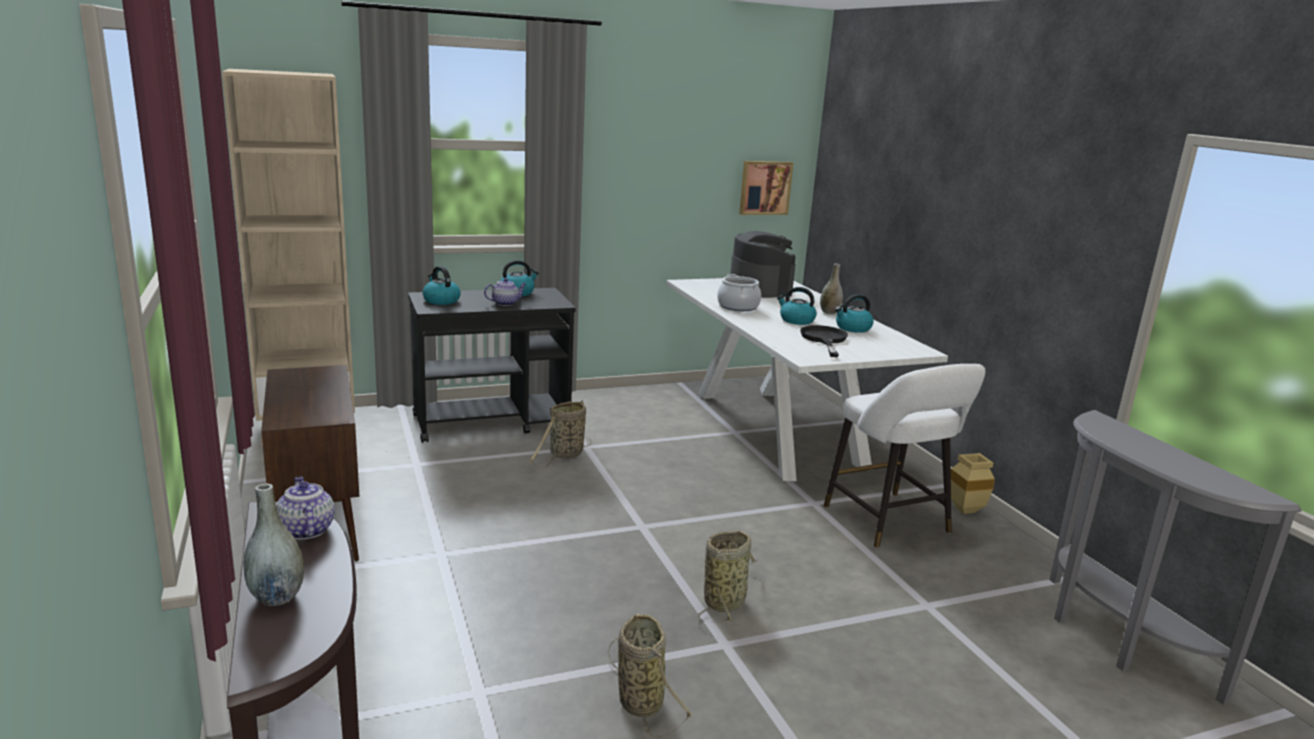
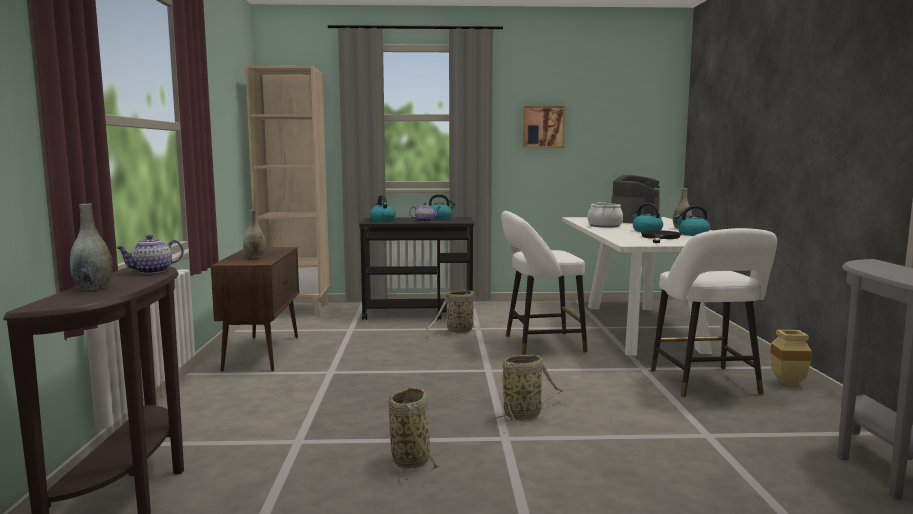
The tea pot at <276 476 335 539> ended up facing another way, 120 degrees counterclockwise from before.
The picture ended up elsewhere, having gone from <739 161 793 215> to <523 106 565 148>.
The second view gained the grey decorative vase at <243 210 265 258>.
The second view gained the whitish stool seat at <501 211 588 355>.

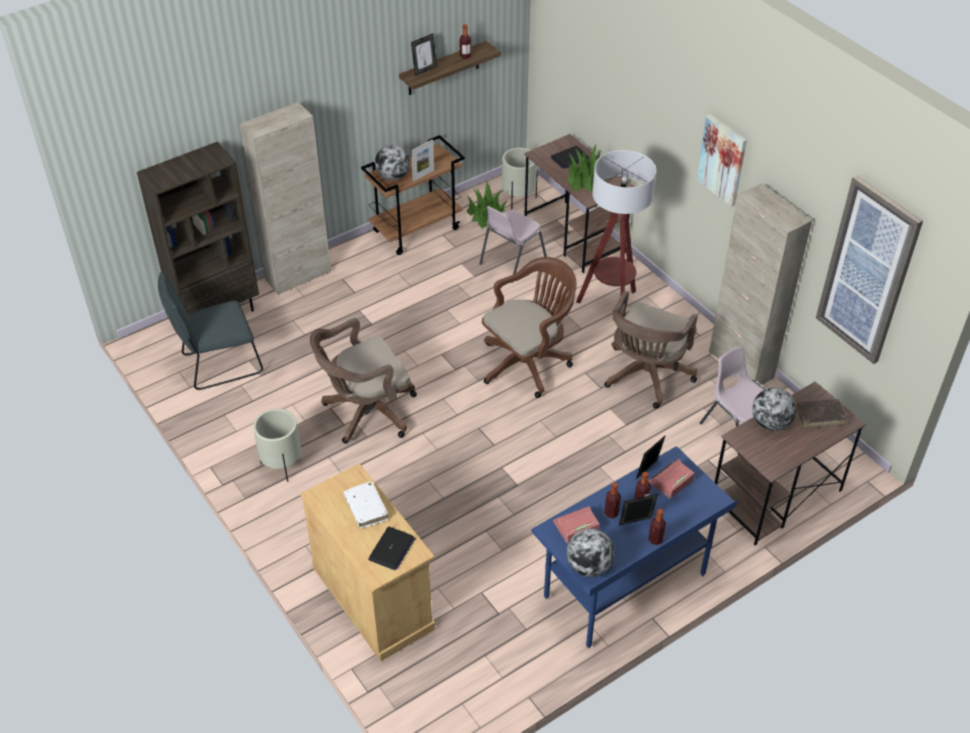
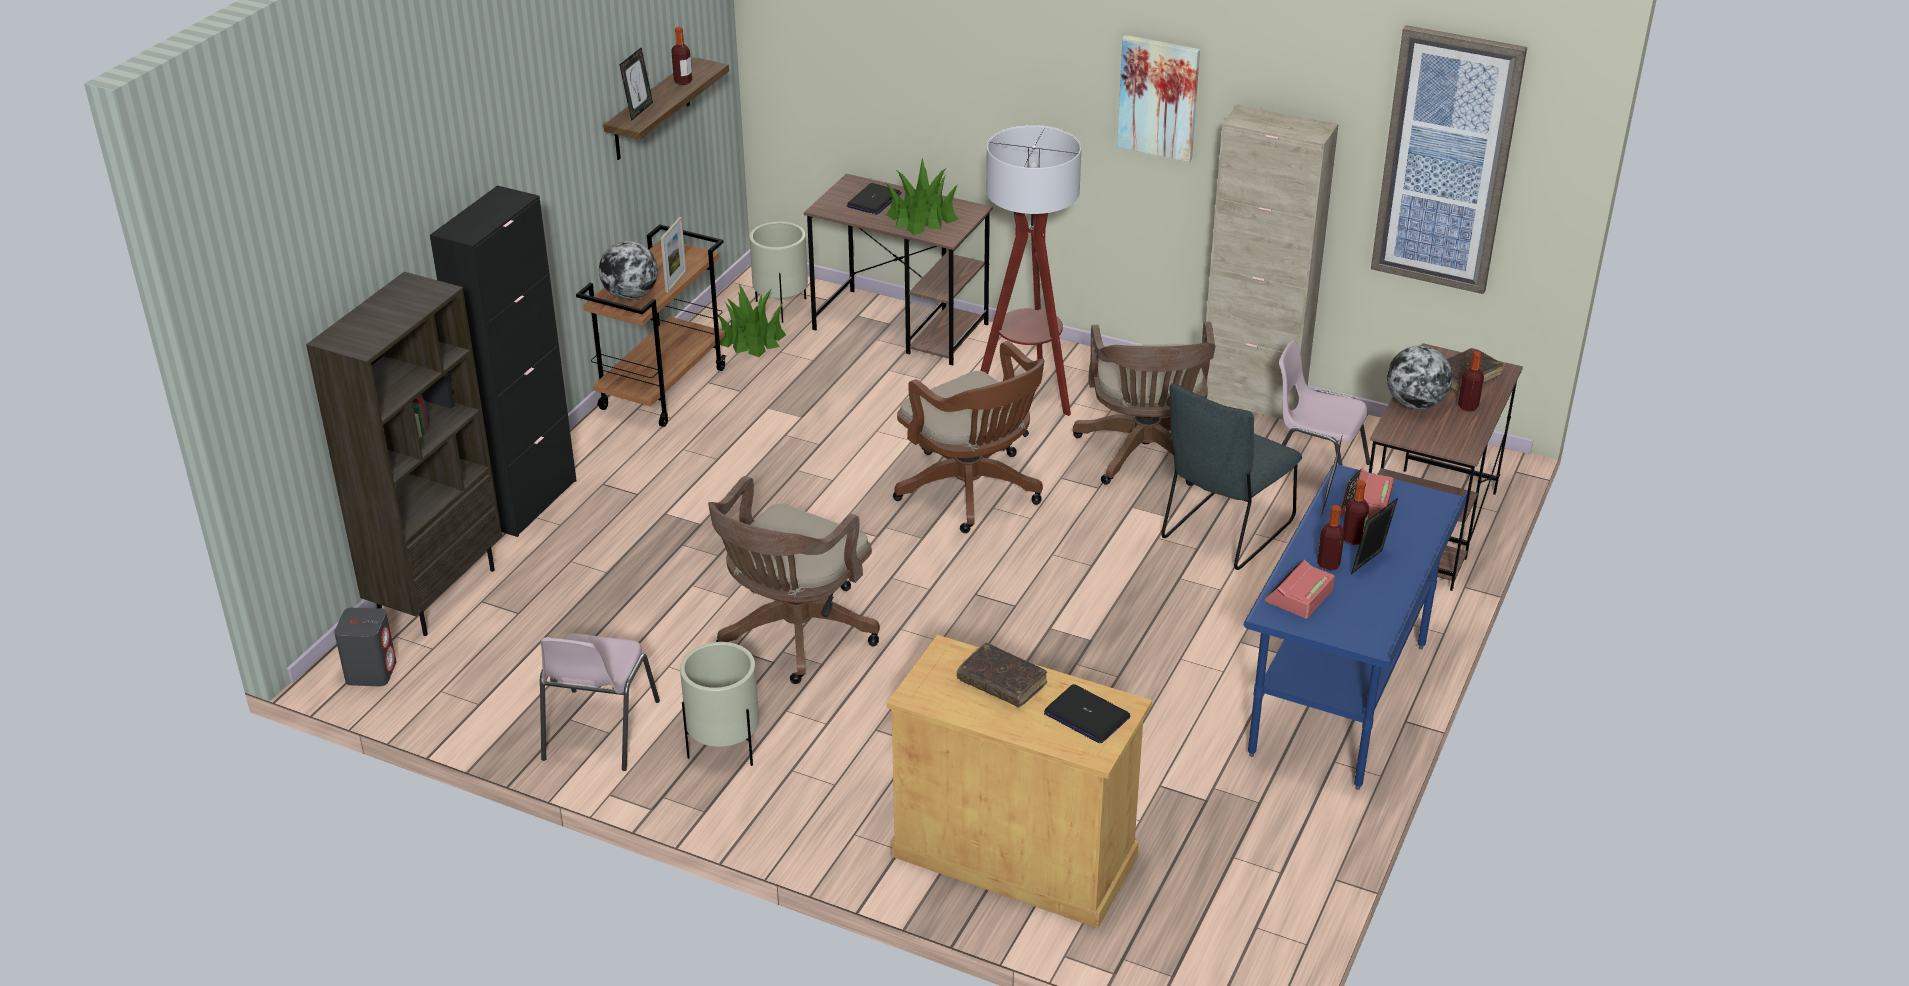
The grey upright chair ended up elsewhere, having gone from <158 272 263 390> to <1161 383 1302 570>.
What was the beige cabinet at <239 102 331 295> turned into the black cabinet at <430 185 577 537>.
What was the whitish bound book at <344 481 389 528> turned into the brown-coloured bound book at <957 643 1047 707>.
The portable computer at <368 527 415 570> ended up facing another way, 135 degrees clockwise from before.
The pinkish upright chair ended up elsewhere, having gone from <479 206 547 283> to <540 633 660 771>.
The brown-coloured desk chair at <482 257 577 398> ended up facing another way, 120 degrees clockwise from before.
The second view lost the desk globe at <567 528 615 577>.
The bottle ended up elsewhere, having gone from <648 509 666 545> to <1458 351 1484 412>.
The second view gained the grey speaker at <334 608 396 686>.

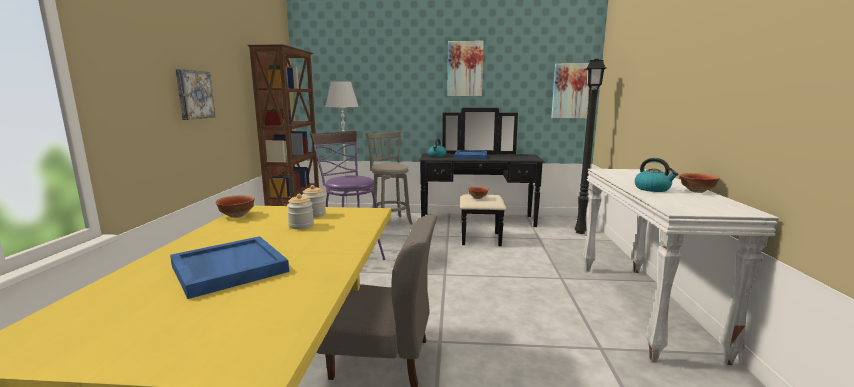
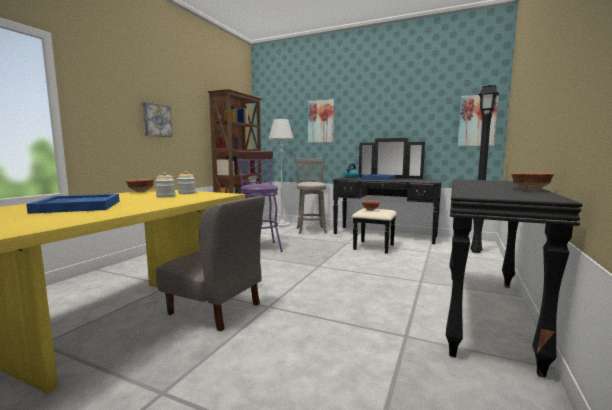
The picture ended up elsewhere, having gone from <447 41 484 96> to <308 99 334 143>.
What was the whitish hall table at <583 169 779 365> turned into the black hall table at <446 179 582 378>.
The second view lost the water kettle at <635 158 679 192>.

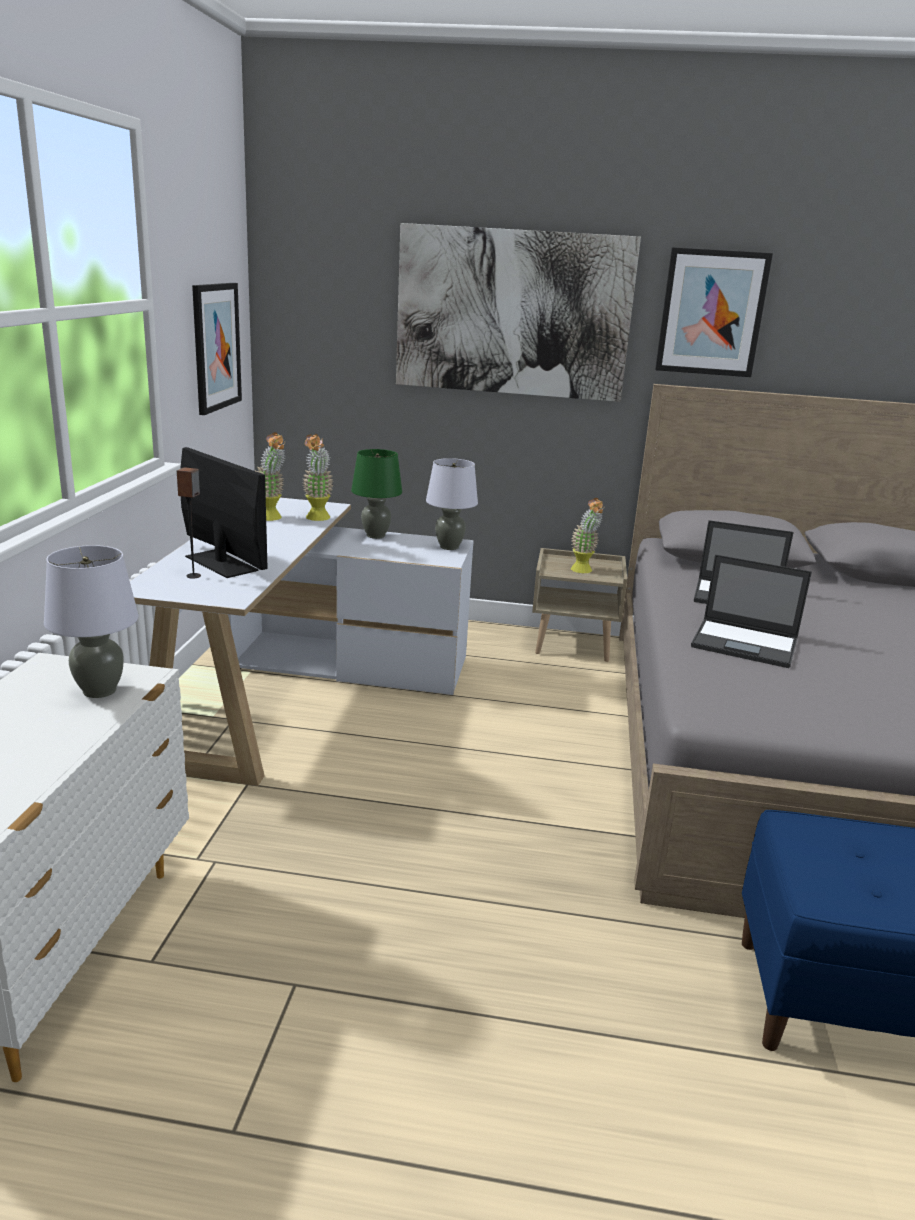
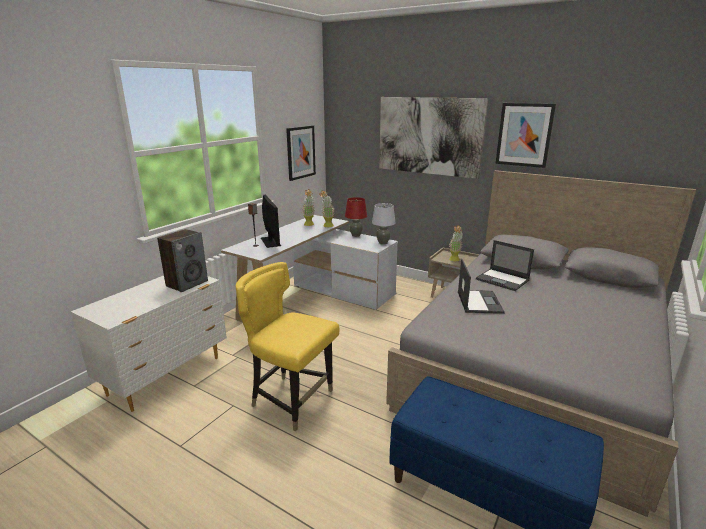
Where the grey lamp for a table stood at <44 545 139 698>, the speaker came to stand at <157 229 208 292>.
What was the greenish lamp for a table at <351 449 402 539> turned into the red-coloured lamp for a table at <345 197 367 237>.
The portable computer at <691 554 812 668> ended up facing another way, 135 degrees counterclockwise from before.
The second view gained the yellow upright chair at <235 262 340 431>.

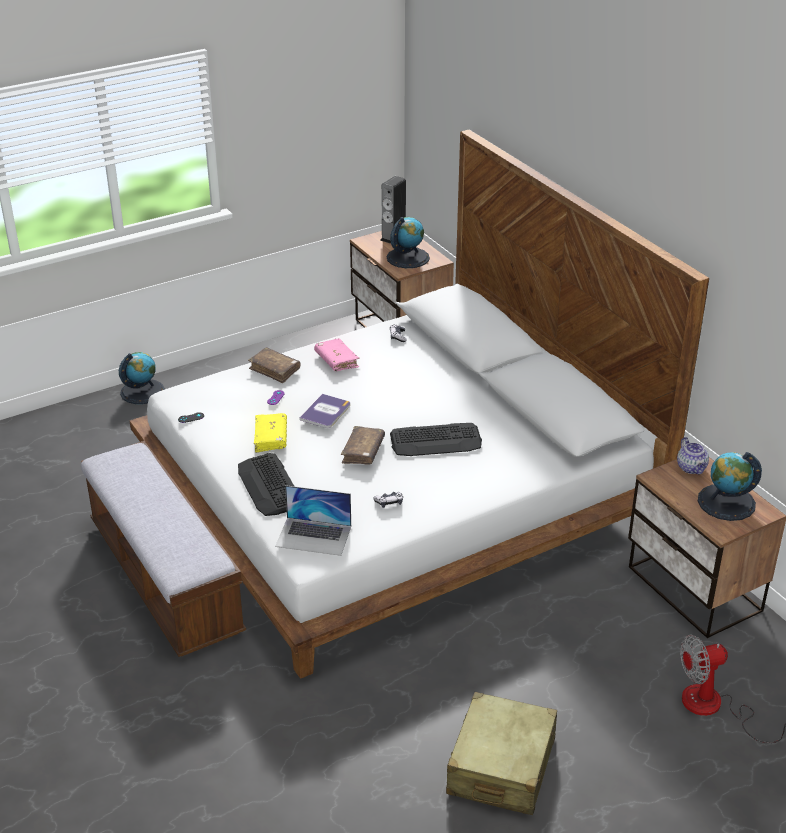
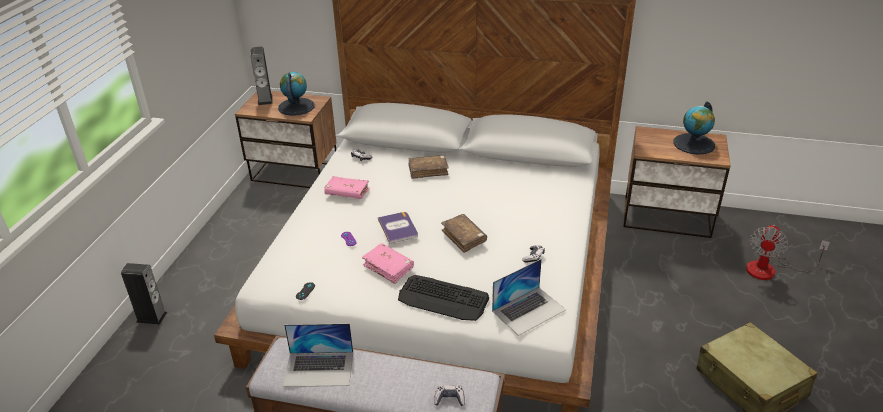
Where the desk globe stood at <119 352 165 404>, the speaker came to stand at <121 263 167 324>.
The brown-coloured bound book ended up elsewhere, having gone from <248 347 301 383> to <408 155 449 179>.
What was the yellow bound book at <254 413 287 453> turned into the pinkish bound book at <362 243 414 284>.
The second view lost the computer keyboard at <390 423 482 456>.
The second view lost the tea pot at <677 437 709 474>.
The second view gained the portable computer at <283 323 353 387>.
The second view gained the joypad at <434 385 465 406>.

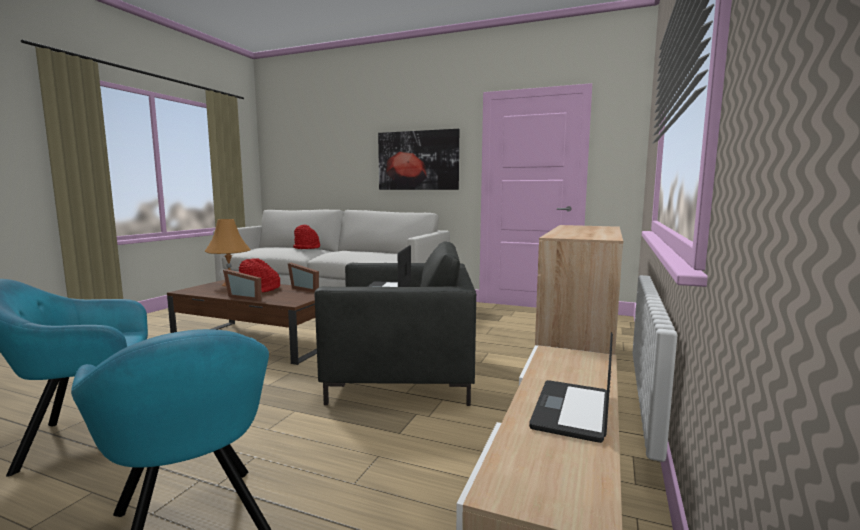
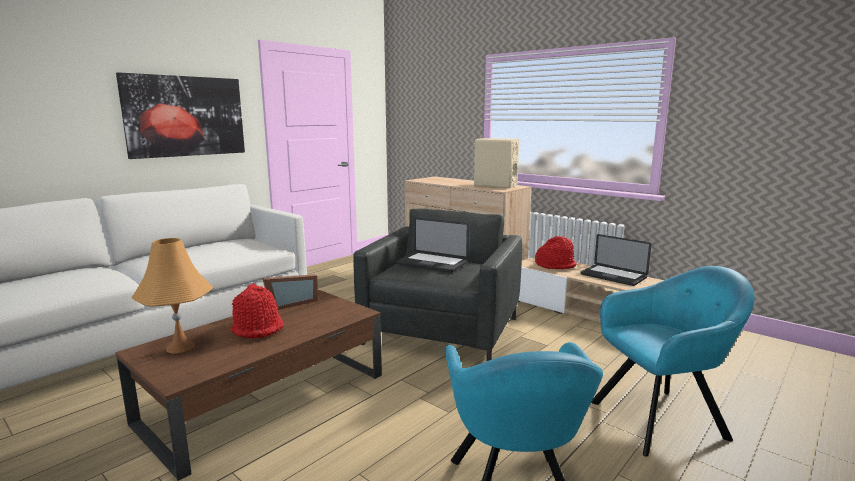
The second view lost the picture frame at <223 269 262 301>.
The red-coloured clothing hat ended up elsewhere, having gone from <293 225 320 249> to <535 236 576 269>.
The second view gained the beige speaker at <473 138 519 188>.

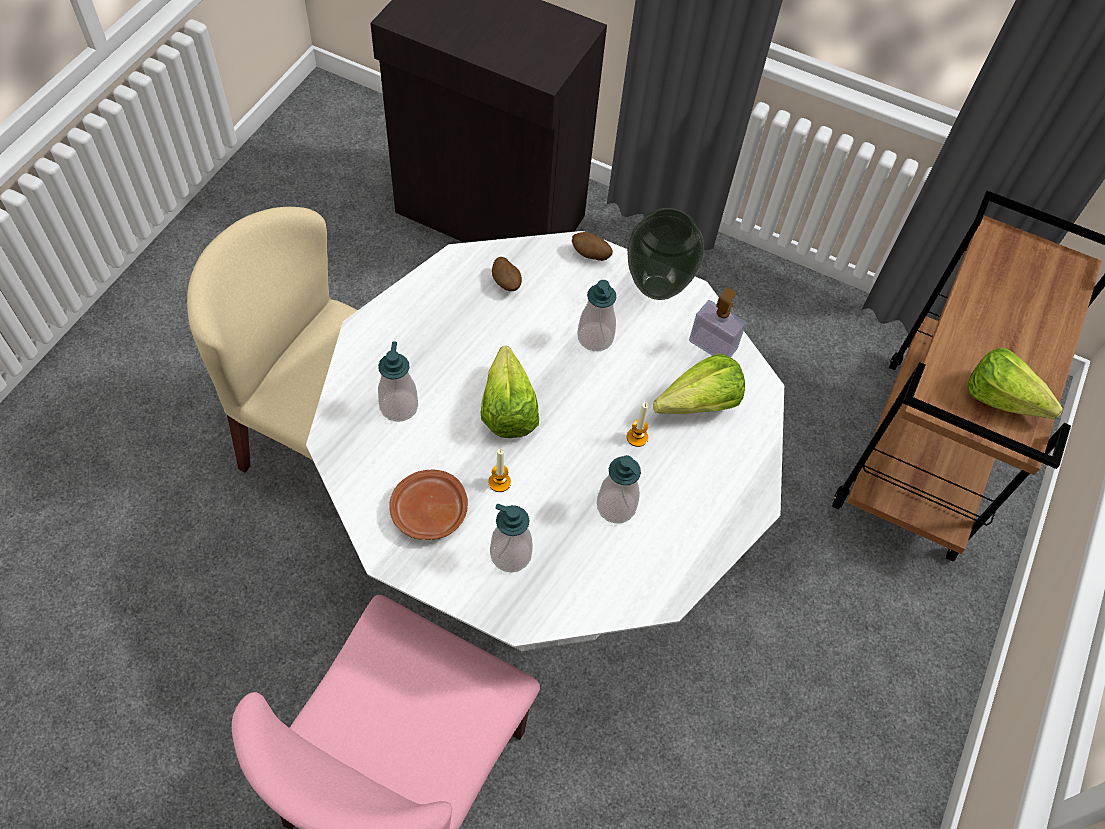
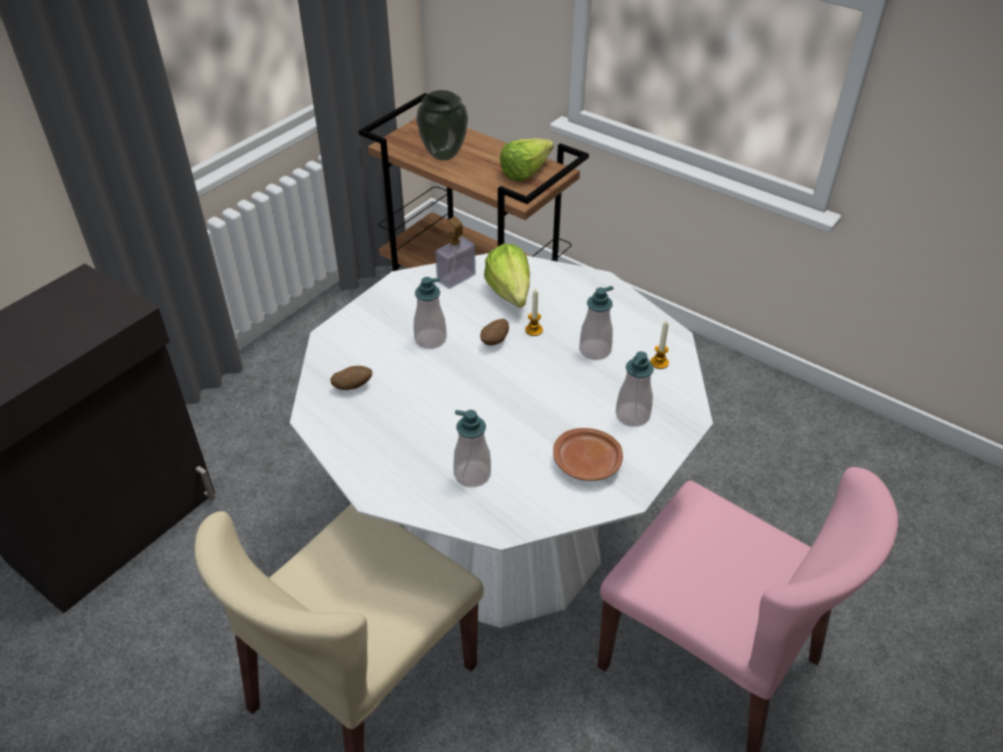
The second view lost the lettuce at <481 346 539 438>.
The wax candle ended up elsewhere, having gone from <489 448 511 492> to <650 322 669 369>.
The potato ended up elsewhere, having gone from <572 232 613 261> to <480 319 509 346>.
The decorative vase ended up elsewhere, having gone from <627 208 704 300> to <416 90 468 161>.

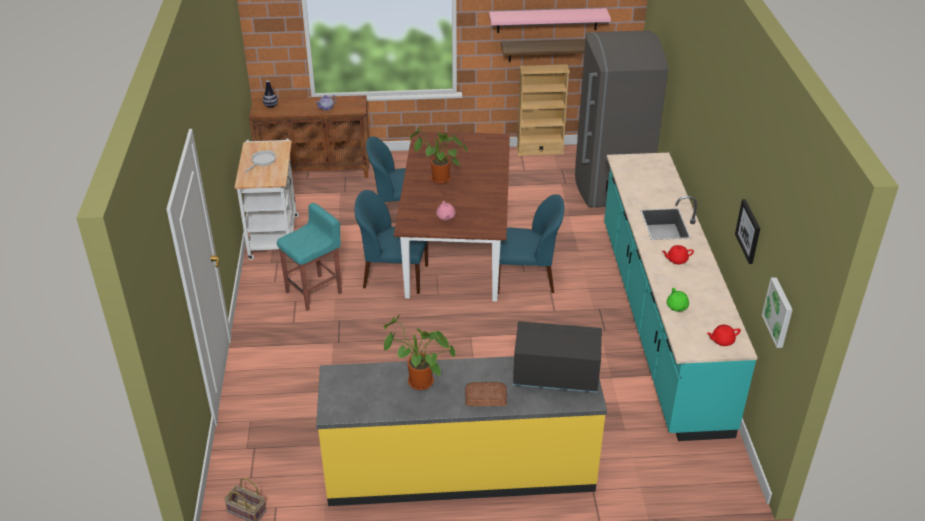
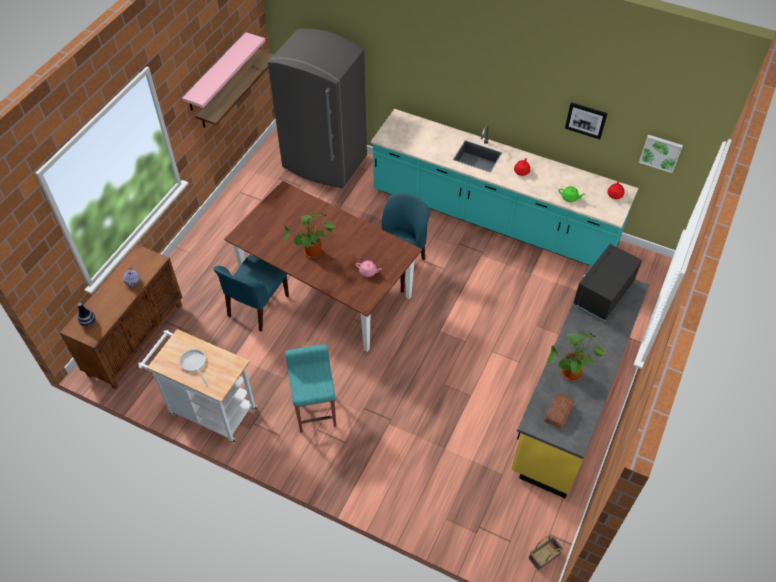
The second view lost the bluish upright chair at <355 190 428 294>.
The bread ended up elsewhere, having gone from <465 382 507 406> to <544 394 574 429>.
The second view lost the beige bookcase at <516 64 570 156>.

